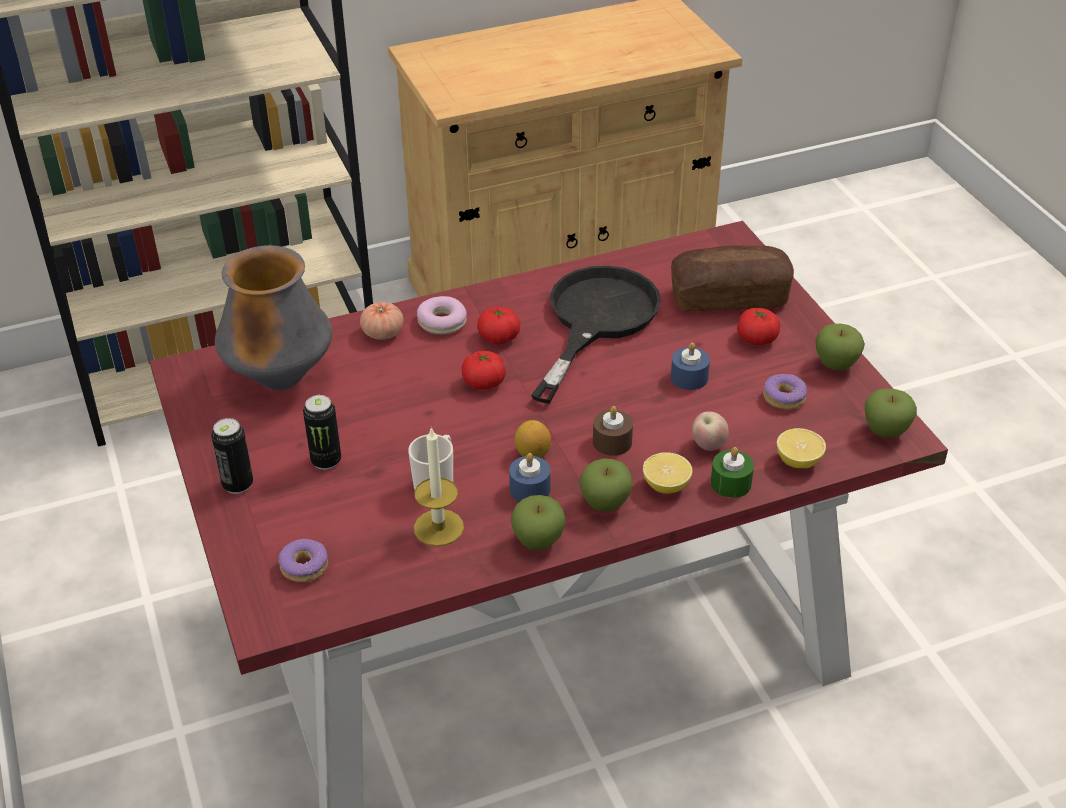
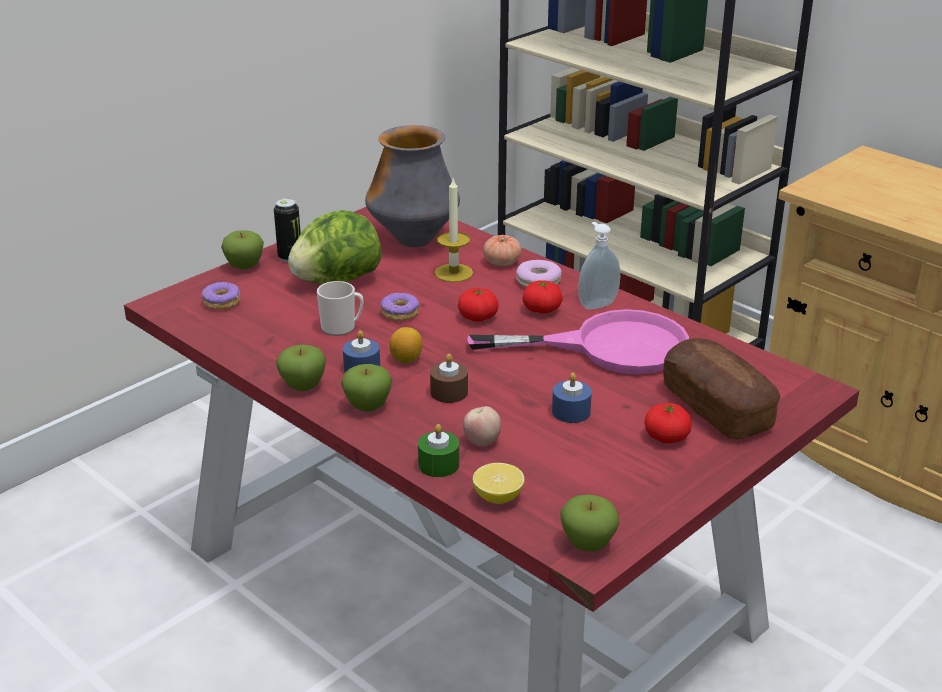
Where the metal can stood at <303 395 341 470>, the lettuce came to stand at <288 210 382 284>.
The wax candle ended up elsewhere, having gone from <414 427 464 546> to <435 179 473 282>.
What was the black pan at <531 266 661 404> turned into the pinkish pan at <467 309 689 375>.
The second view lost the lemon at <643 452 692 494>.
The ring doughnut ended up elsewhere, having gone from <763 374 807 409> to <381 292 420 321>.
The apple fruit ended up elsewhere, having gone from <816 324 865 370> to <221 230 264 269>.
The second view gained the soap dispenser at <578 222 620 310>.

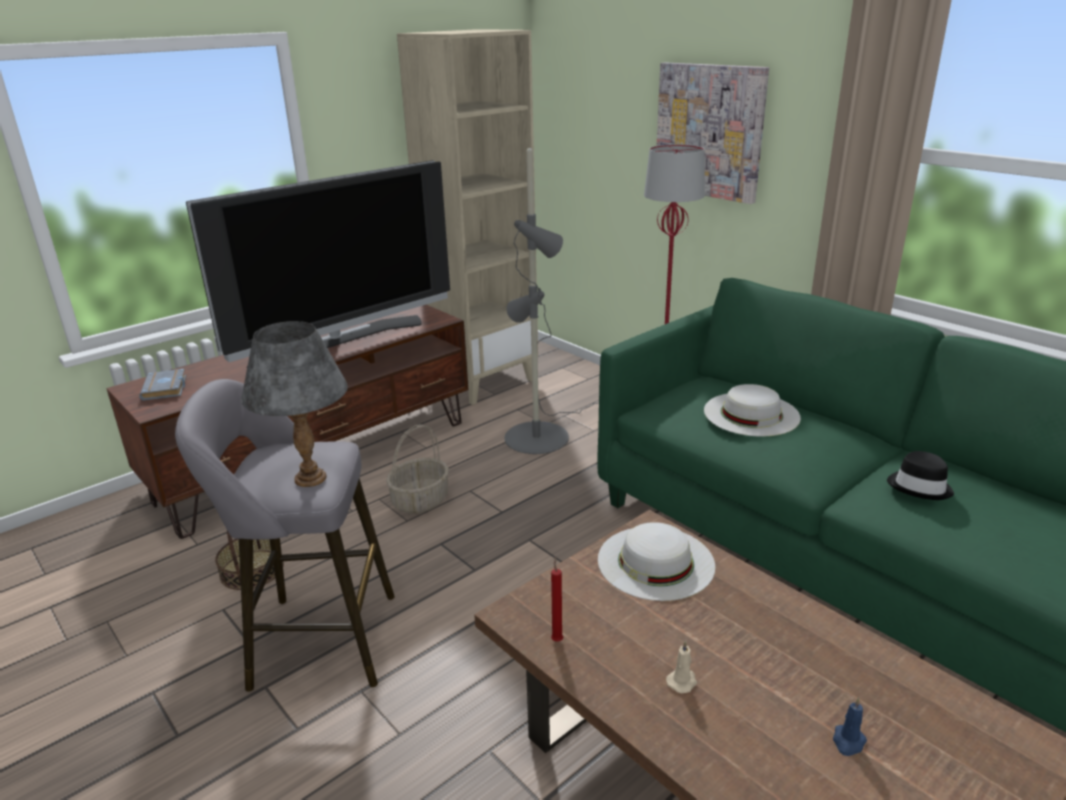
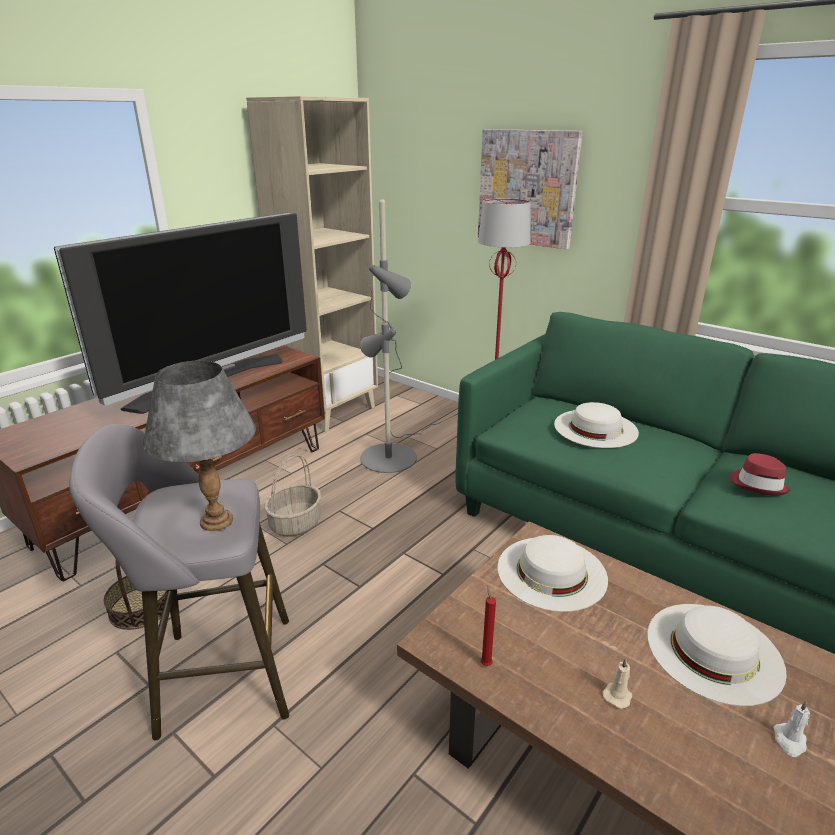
The second view lost the grey bound book at <139 369 186 401>.
What was the bluish wax candle at <833 697 867 756> turned into the whitish wax candle at <773 701 810 757>.
What was the black clothing hat at <887 451 954 500> turned into the red-coloured clothing hat at <730 453 790 496>.
The second view gained the whitish clothing hat at <647 604 787 706>.

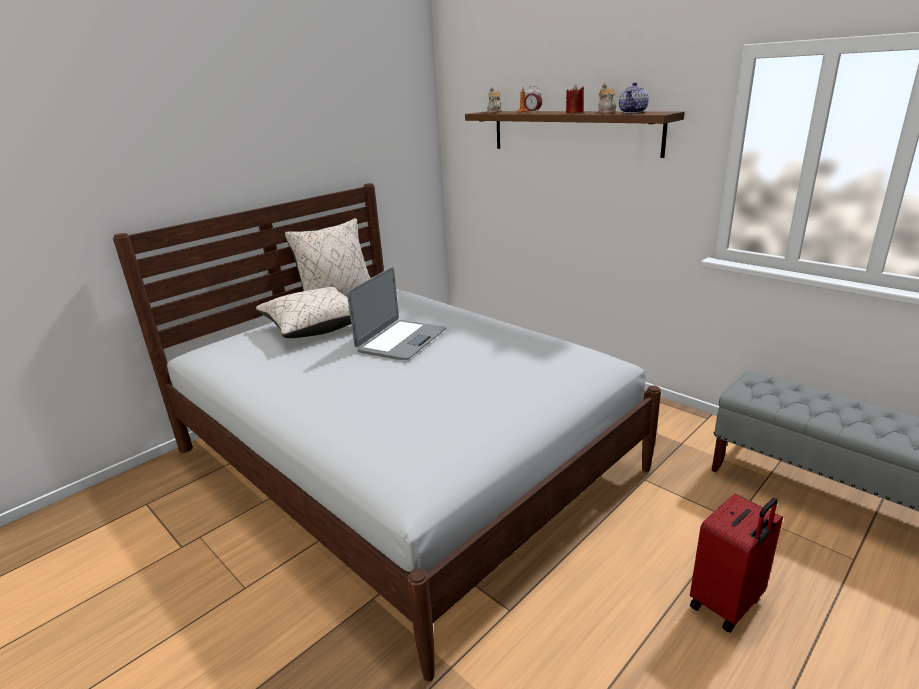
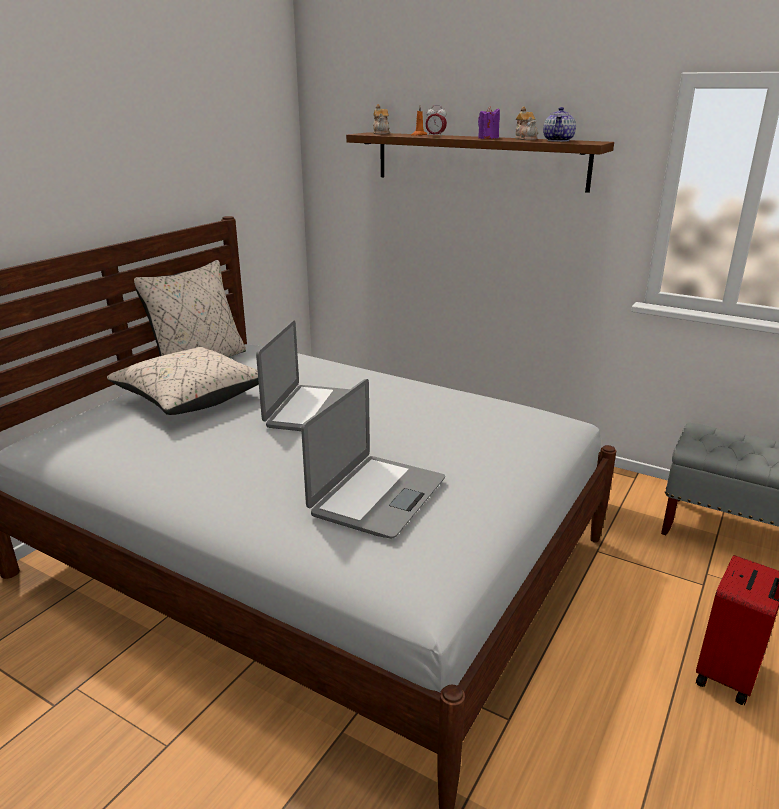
What was the red-coloured wax candle at <566 85 584 113> turned into the purple-coloured wax candle at <478 106 500 139>.
The second view gained the portable computer at <301 379 445 538>.

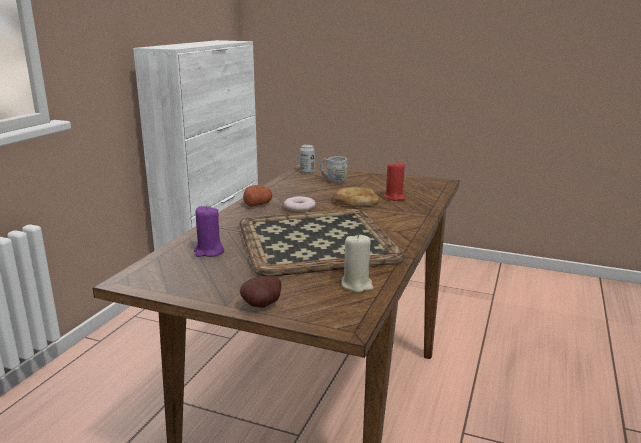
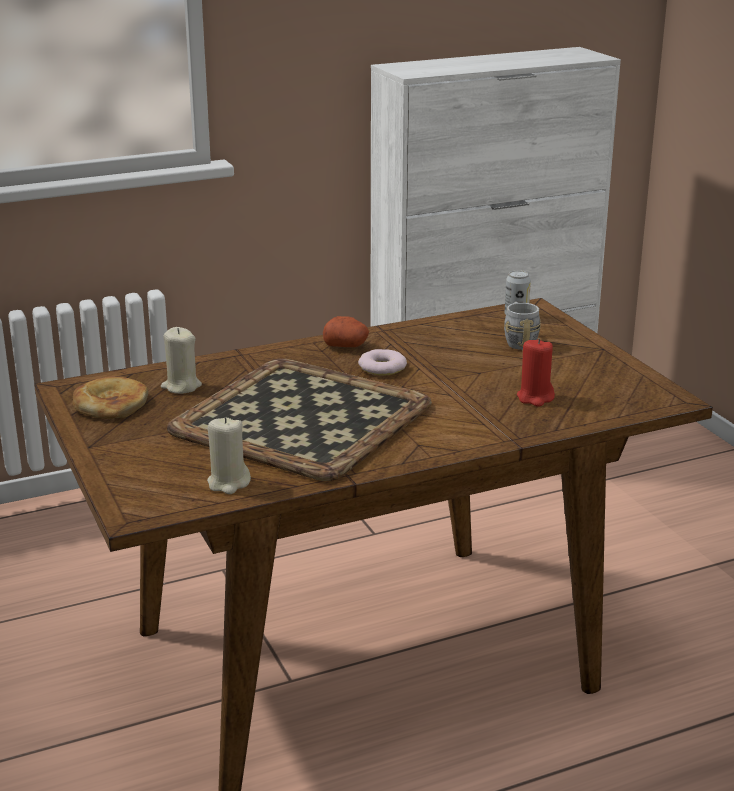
What was the purple-coloured wax candle at <194 205 224 257> turned into the beige wax candle at <161 327 202 394>.
The second view lost the potato at <240 276 281 308>.
The bread ended up elsewhere, having gone from <333 187 379 207> to <72 376 148 419>.

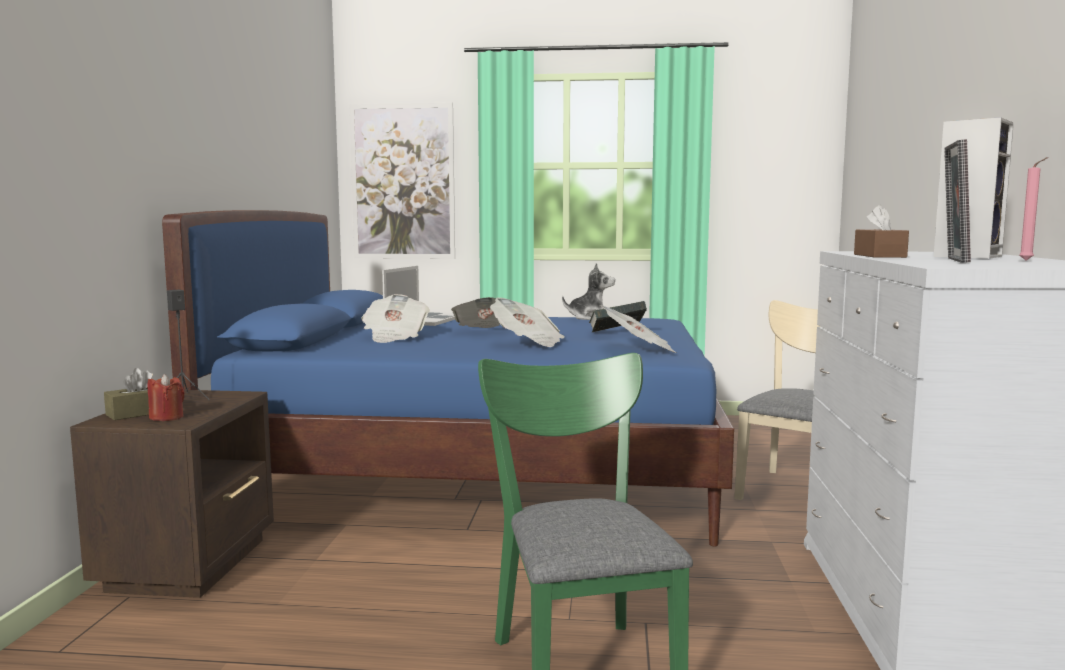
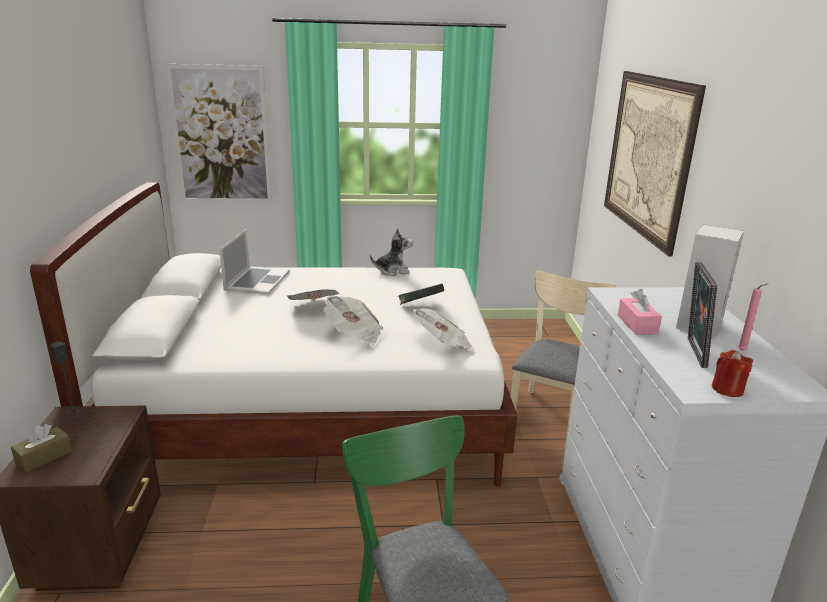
The red-coloured wax candle ended up elsewhere, having gone from <147 374 185 421> to <712 350 753 397>.
What was the bluish bedroom bed at <162 210 734 547> turned into the whitish bedroom bed at <30 183 517 487>.
The second view lost the newspaper at <361 294 430 343>.
What was the brown-coloured tissue box at <854 205 909 258> turned into the pinkish tissue box at <618 289 662 335>.
The second view gained the picture at <604 71 706 257>.

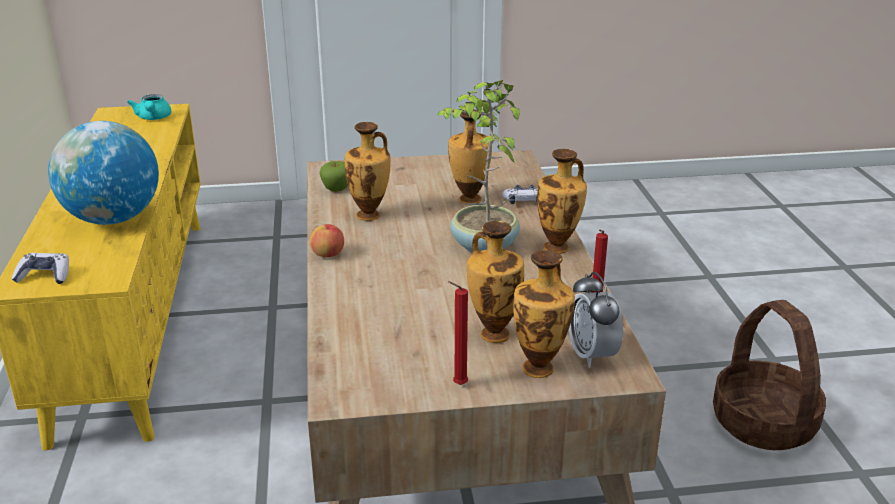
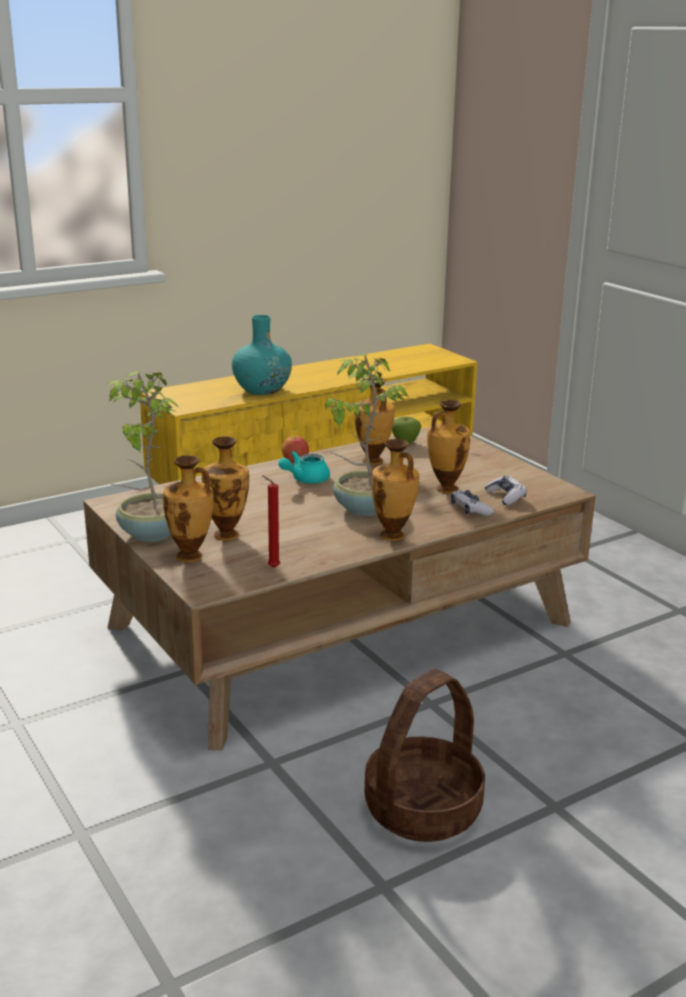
The joypad ended up elsewhere, having gone from <12 253 69 284> to <485 476 527 505>.
Where the desk globe stood at <48 121 159 225>, the turquoise decorative vase came to stand at <232 315 292 395>.
The turquoise tea pot ended up elsewhere, having gone from <127 94 171 120> to <278 451 330 483>.
Where the red-coloured wax candle stood at <448 281 468 385>, the potted plant came to stand at <105 372 180 542>.
The second view lost the table clock at <569 272 623 368>.

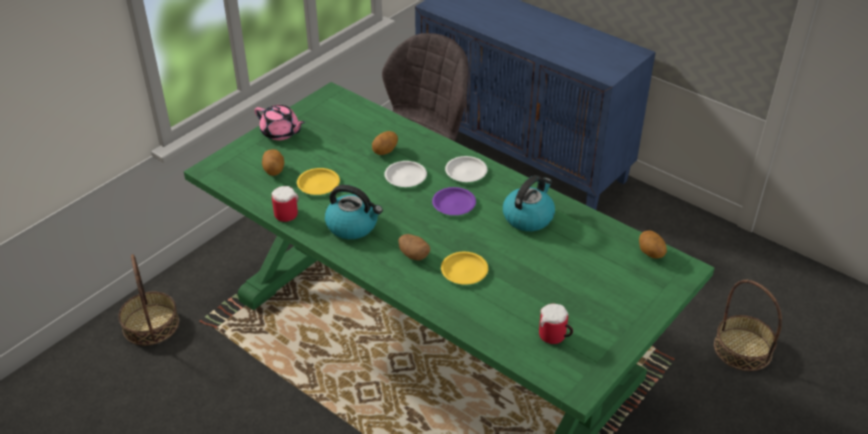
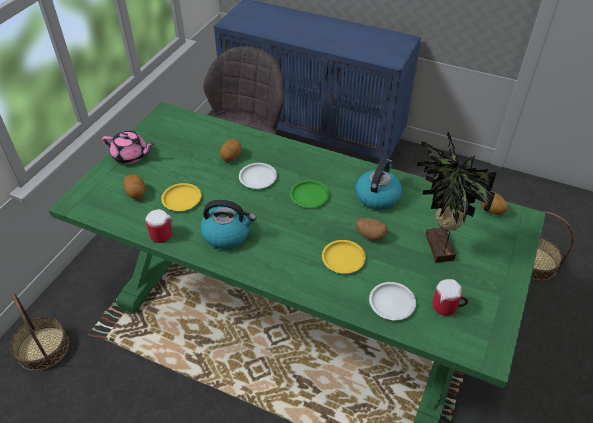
The potato ended up elsewhere, having gone from <398 234 430 261> to <355 218 388 240>.
What was the purple-coloured flat dish at <432 187 476 215> turned into the greenish flat dish at <290 180 330 208>.
The whitish flat dish ended up elsewhere, having gone from <445 156 487 182> to <369 282 416 320>.
The second view gained the potted plant at <416 132 497 262>.

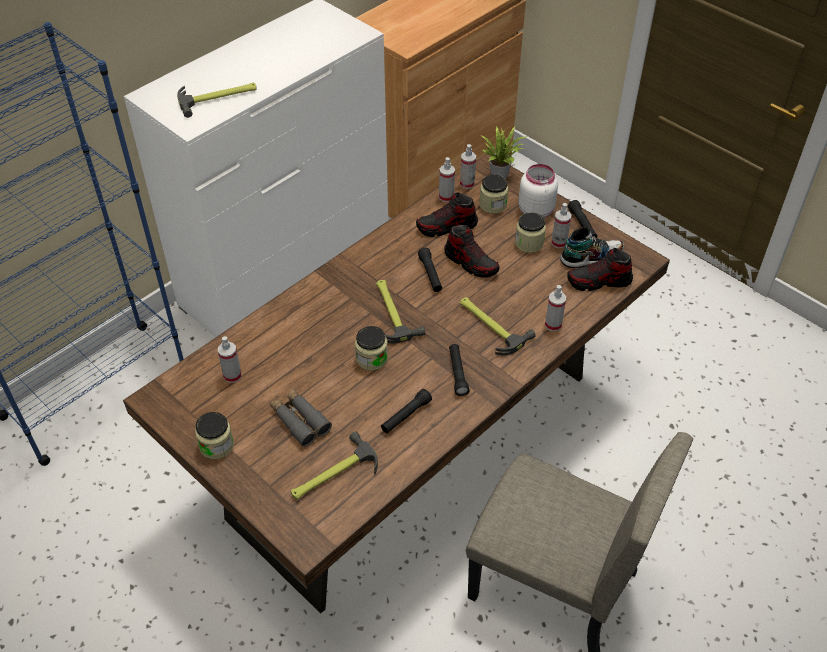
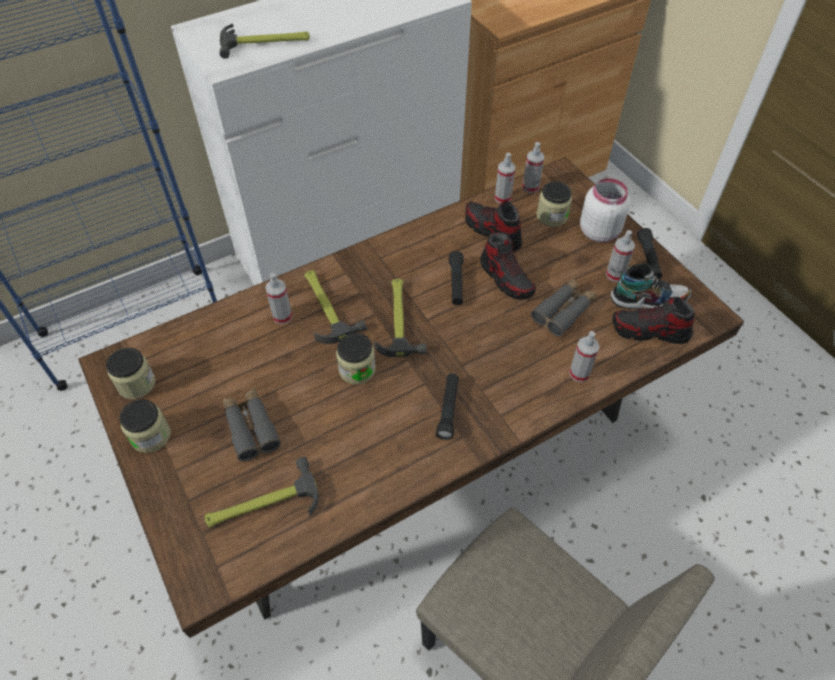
The hand sprayer ended up elsewhere, having gone from <218 336 242 383> to <265 273 292 324>.
The second view lost the black flashlight at <381 389 432 433>.
The shoe at <416 193 478 237> ended up facing another way, 45 degrees clockwise from before.
The hammer ended up elsewhere, having gone from <460 297 536 355> to <304 270 367 344>.
The second view lost the potted plant at <480 126 526 179>.
The storage jar ended up elsewhere, having gone from <515 212 546 253> to <106 348 156 399>.
The second view gained the grey field glasses at <531 279 597 336>.

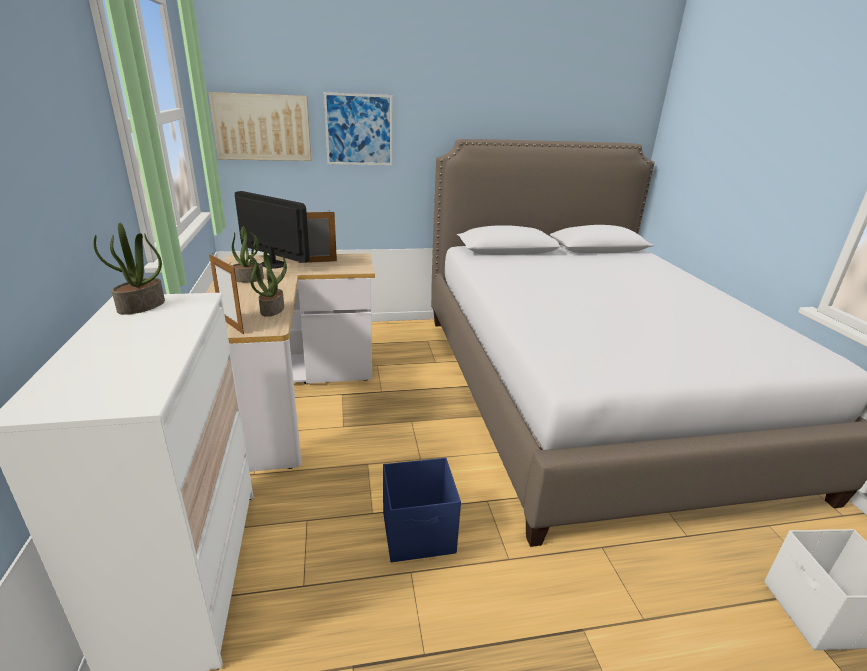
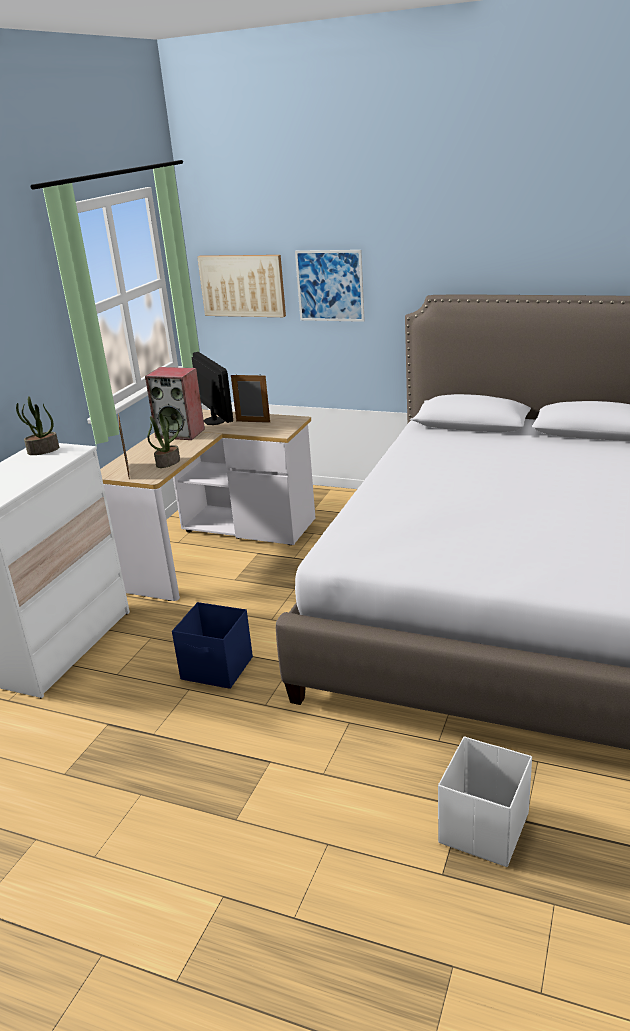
Where the potted plant stood at <232 226 264 282>, the speaker came to stand at <145 367 205 440>.

